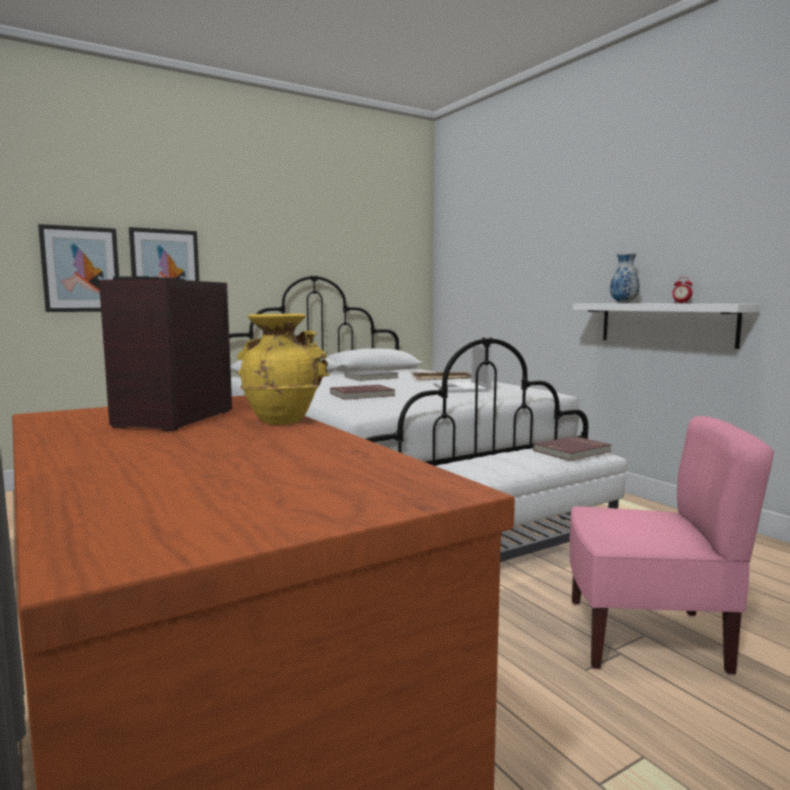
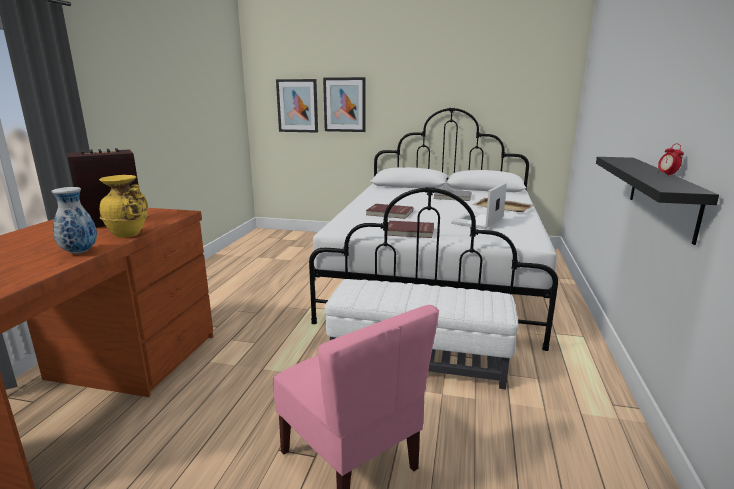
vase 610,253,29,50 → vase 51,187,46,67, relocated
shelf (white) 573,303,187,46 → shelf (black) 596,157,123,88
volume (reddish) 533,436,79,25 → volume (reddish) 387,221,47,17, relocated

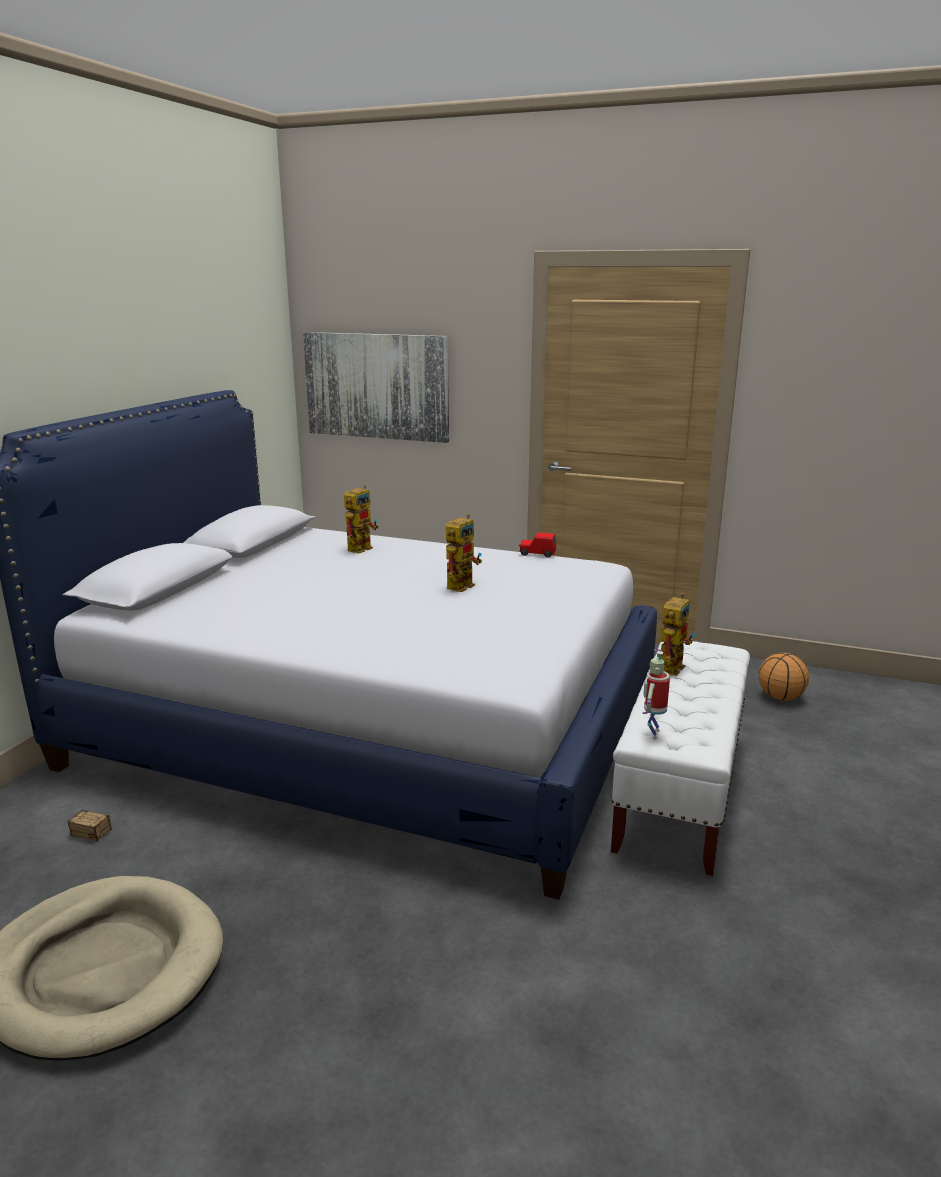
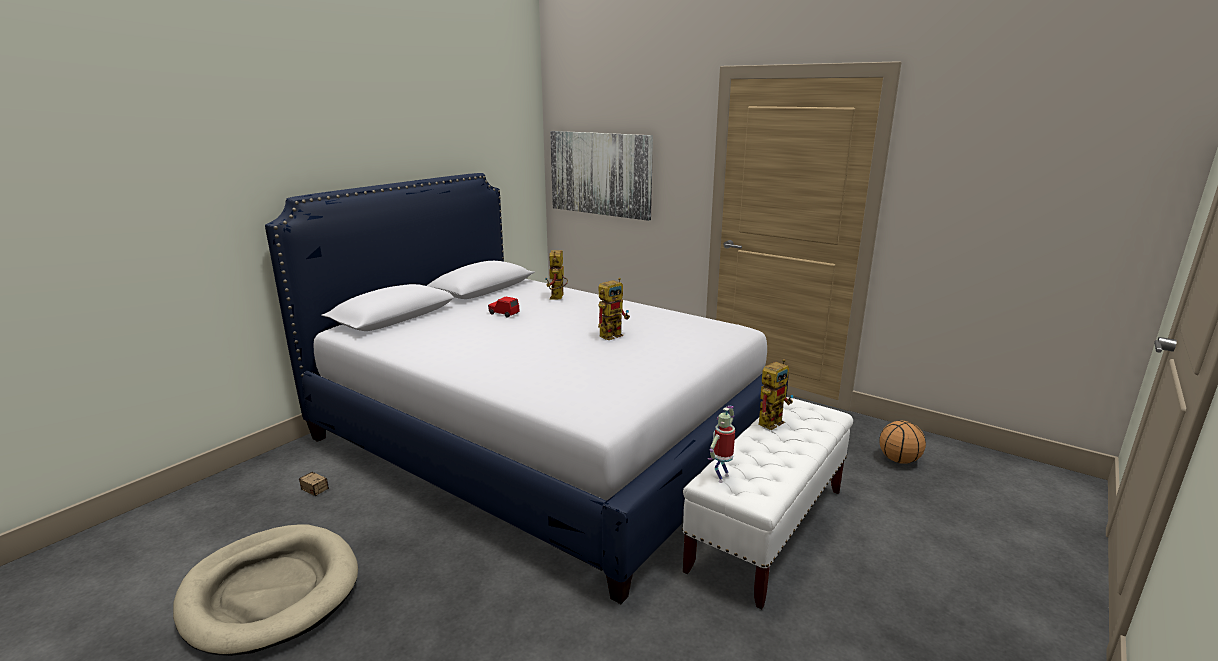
robot figure 344,485,35,68 → robot figure 545,250,23,50, 135 degrees clockwise
toy car (reddish) 519,533,37,25 → toy car (reddish) 488,296,32,22, relocated

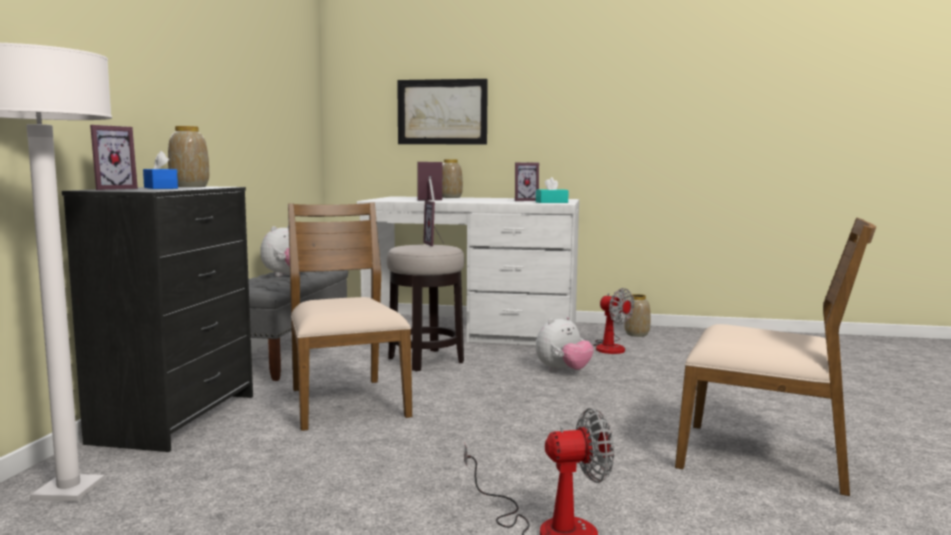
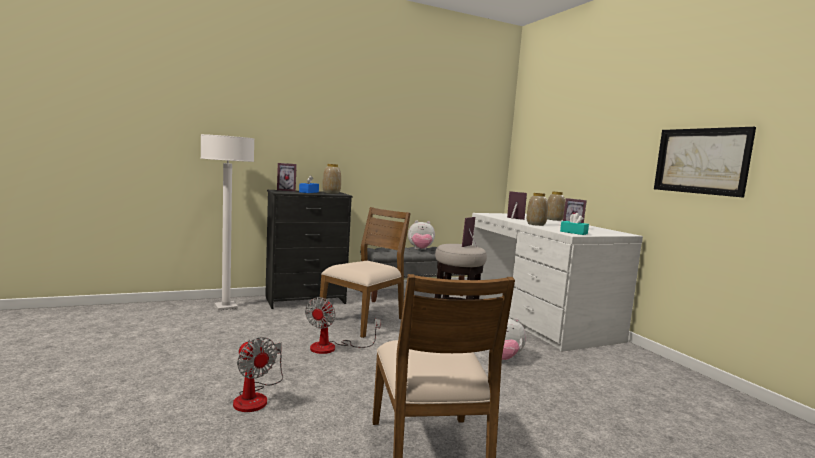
wall picture 397,79,91,65 → wall picture 654,127,102,71, relocated
fan 594,288,41,66 → fan 305,297,76,57, relocated
vase 624,294,27,43 → vase 527,193,21,33, relocated

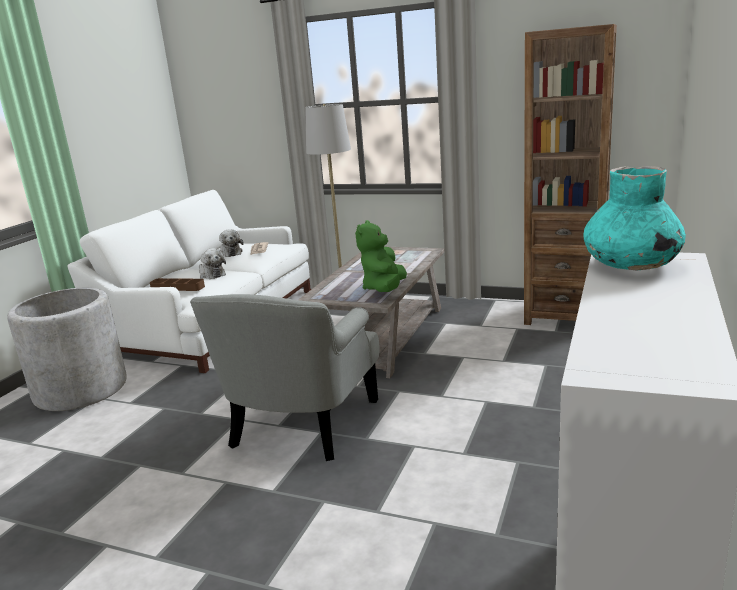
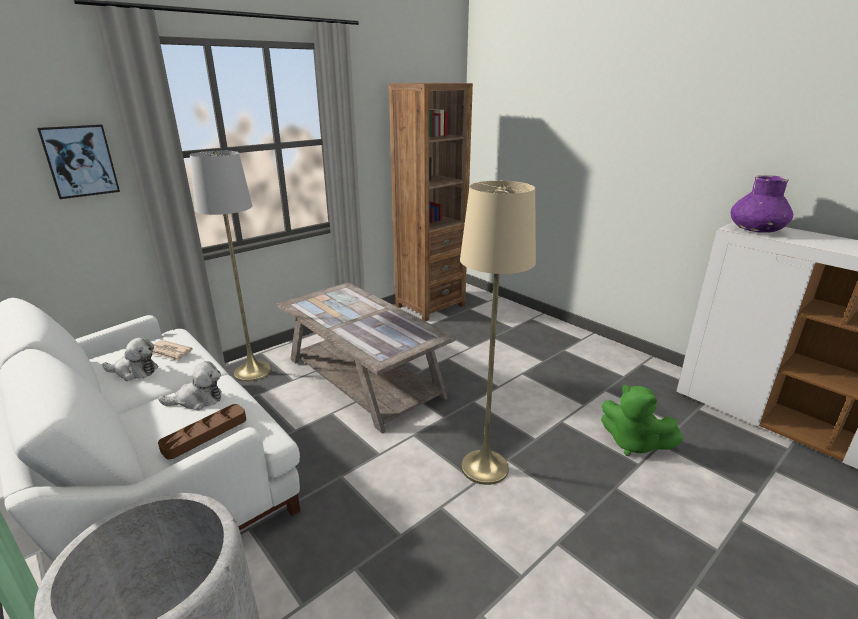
vase (blue-green) 583,166,103,104 → vase (purplish) 731,175,62,58
soft toy (green) 355,220,52,72 → soft toy (green) 601,384,83,72, relocated
lounge chair (grey) 190,294,190,167 → standard lamp (beige-coloured) 460,181,76,304
- → wall picture 37,124,83,75

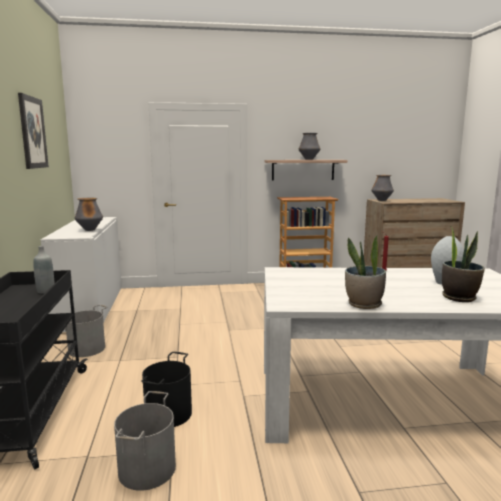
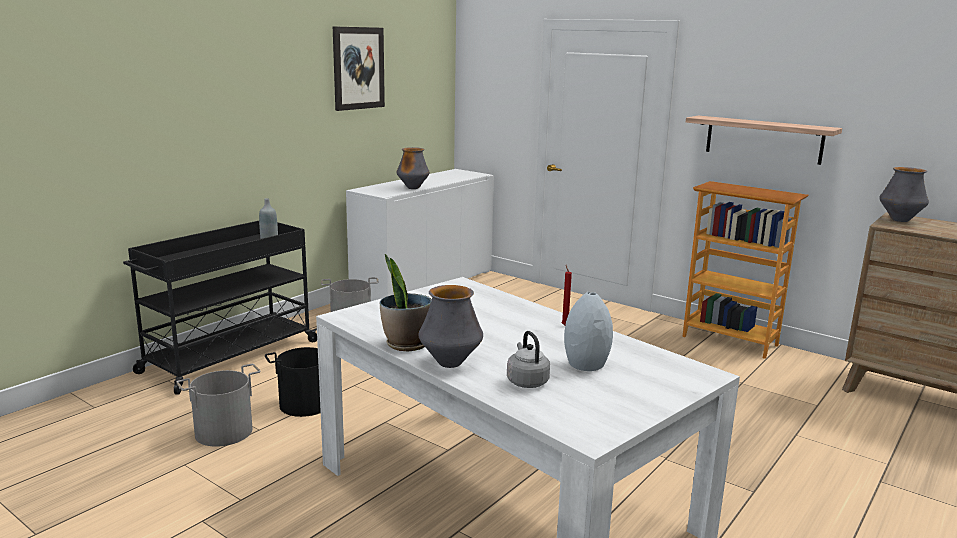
vase 299,133,21,27 → vase 419,285,64,83, relocated
houseplant 442,227,43,75 → water kettle (grey) 507,331,43,57

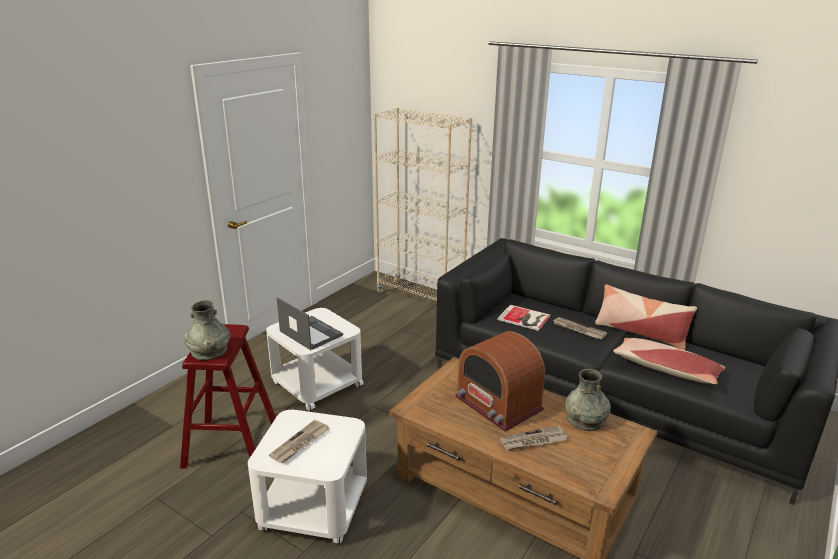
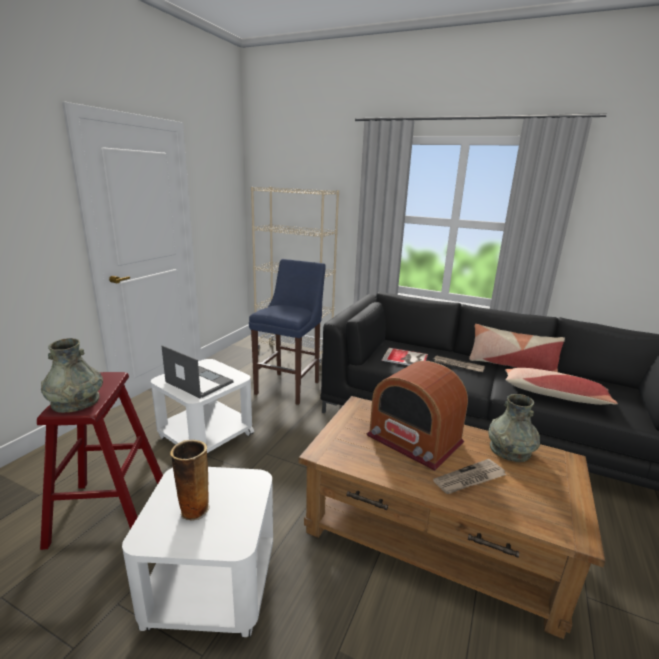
daily paper 269,420,60,43 → vase 170,440,40,81
- → stool seat (bluish) 249,259,77,146

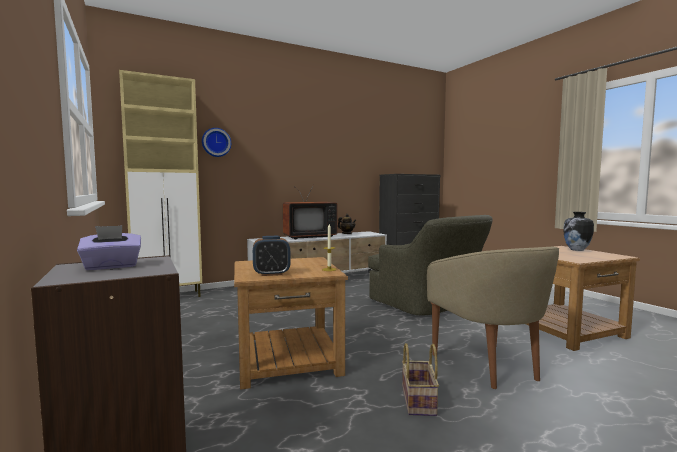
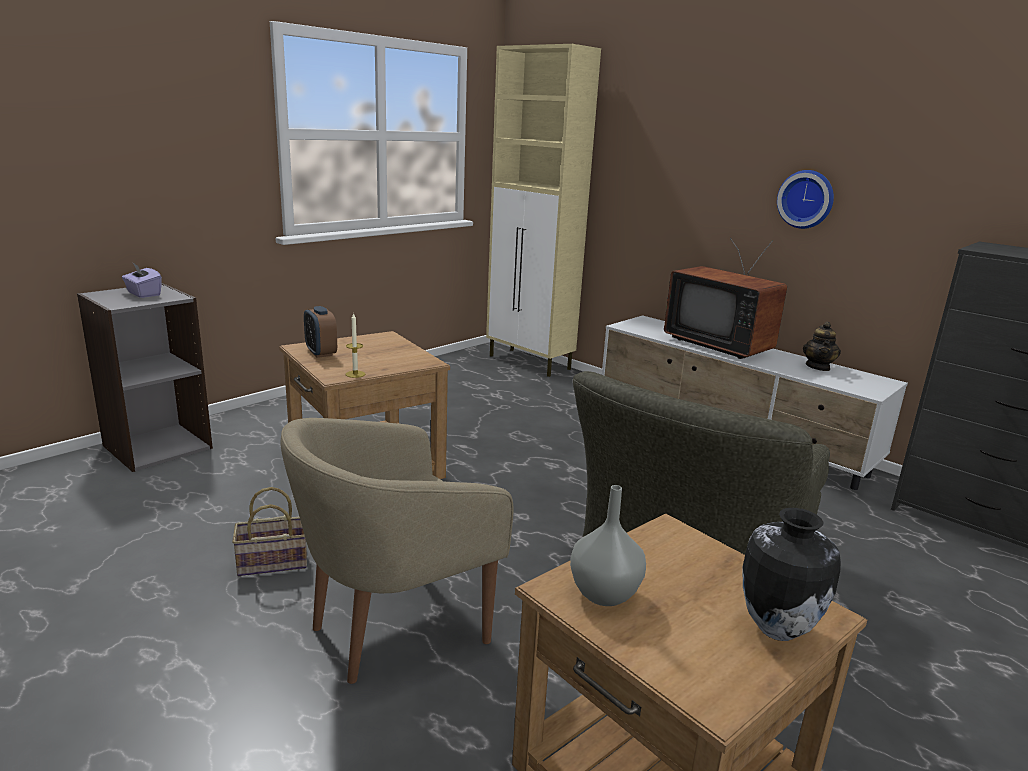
clock on the wall 202,128,29,29 → clock on the wall 777,170,57,59, relocated
- → vase (grey) 570,485,76,121

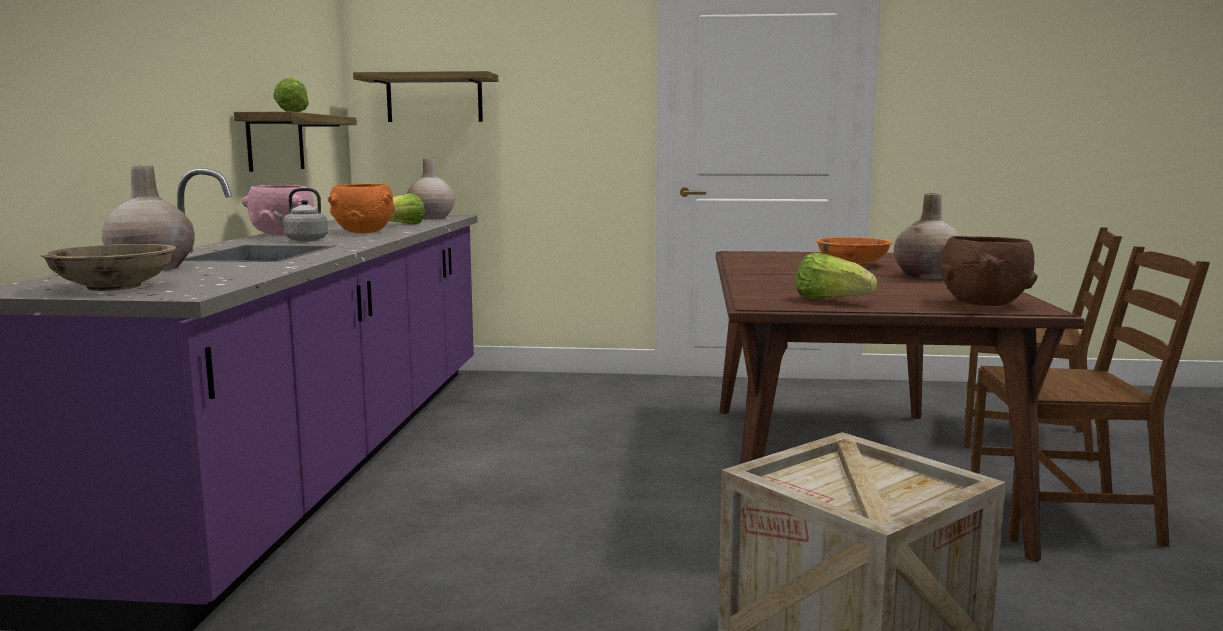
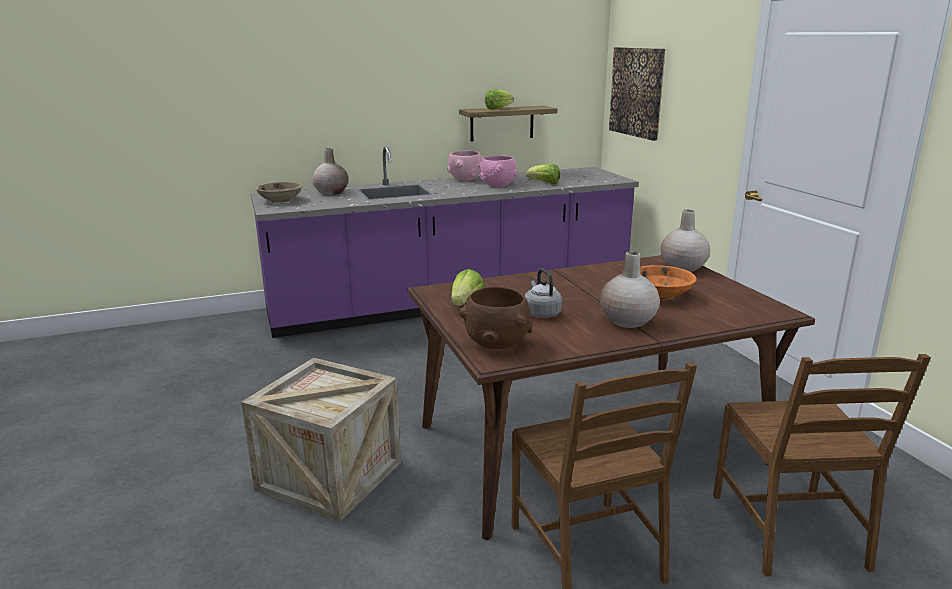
shelf 353,71,145,51 → wall picture 609,47,56,94
vase (beige-coloured) 407,158,48,61 → vase (beige-coloured) 660,209,51,63, relocated
bowl (orangey) 328,184,67,49 → bowl (pink-coloured) 478,155,40,32
water kettle (grey) 274,188,54,53 → water kettle (grey) 525,269,37,49, relocated

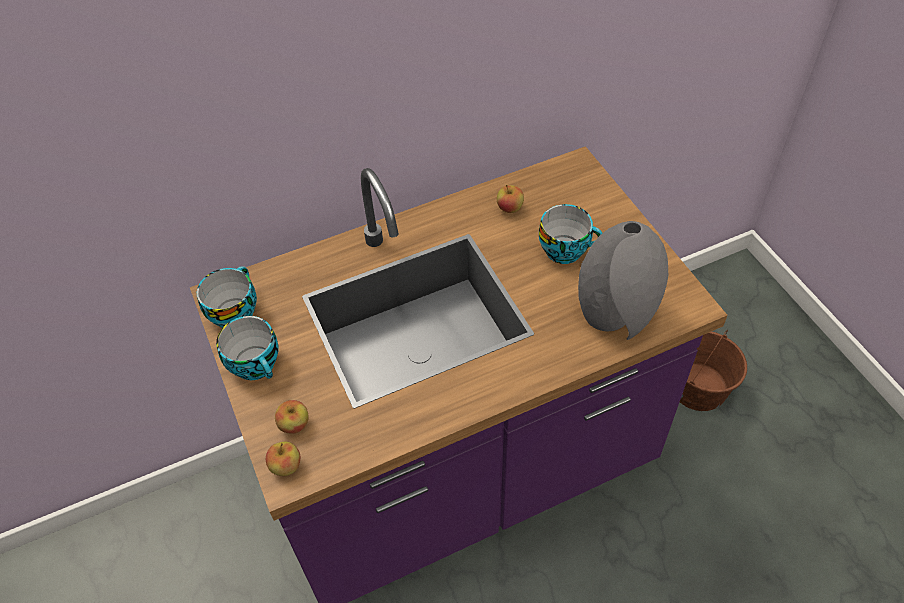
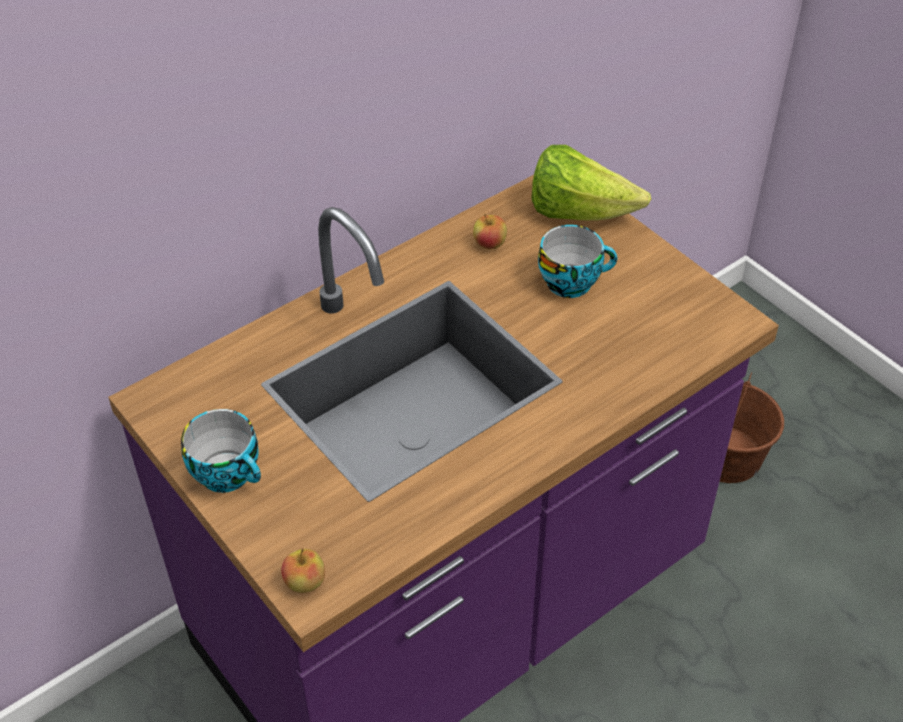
vase (grey) 578,221,90,119 → -
small cup 197,266,60,62 → -
apple 275,400,34,34 → -
- → lettuce head 531,145,120,76

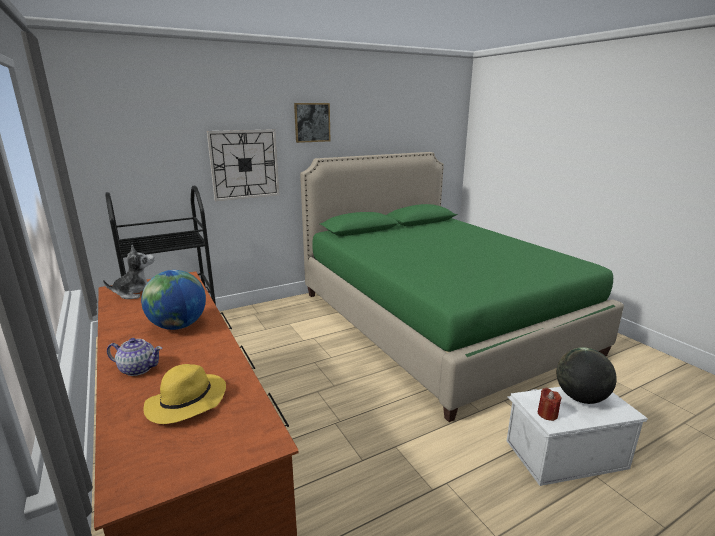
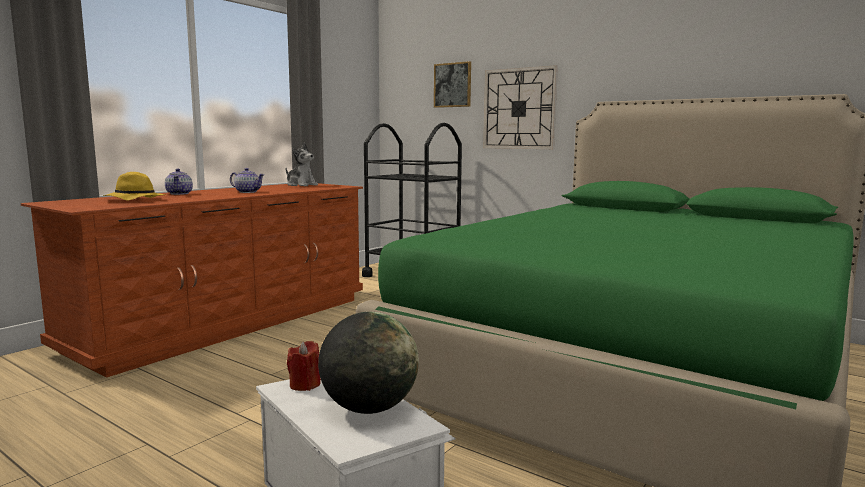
wall picture 294,103,37,40 → wall picture 434,61,37,47, relocated
desk globe 141,270,65,60 → pot for tea 230,168,35,25

